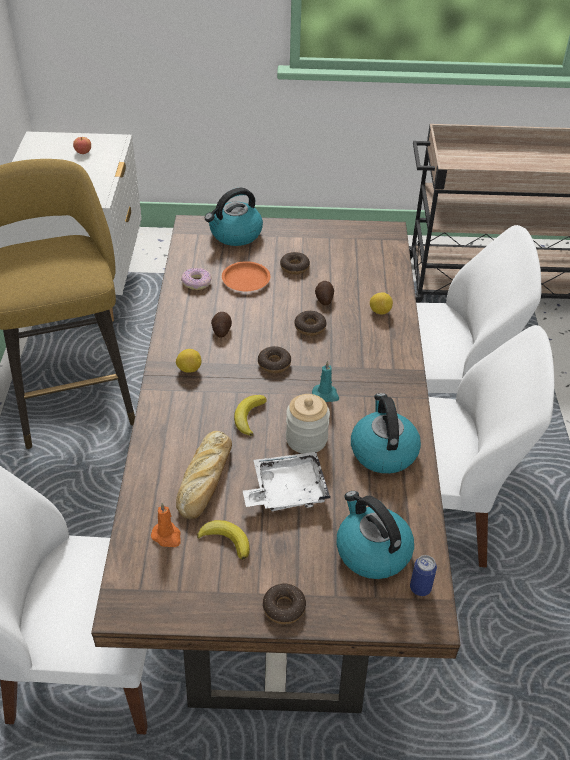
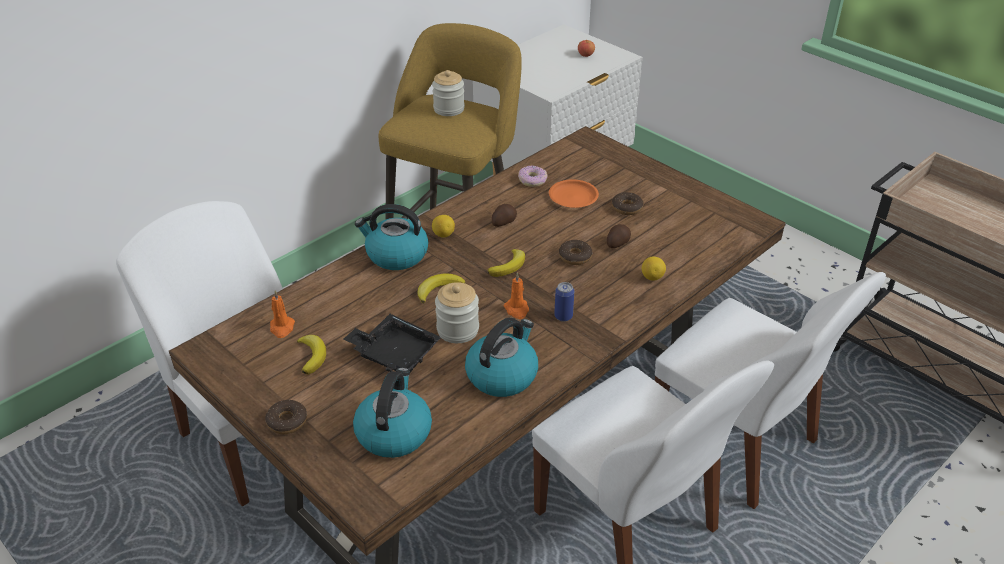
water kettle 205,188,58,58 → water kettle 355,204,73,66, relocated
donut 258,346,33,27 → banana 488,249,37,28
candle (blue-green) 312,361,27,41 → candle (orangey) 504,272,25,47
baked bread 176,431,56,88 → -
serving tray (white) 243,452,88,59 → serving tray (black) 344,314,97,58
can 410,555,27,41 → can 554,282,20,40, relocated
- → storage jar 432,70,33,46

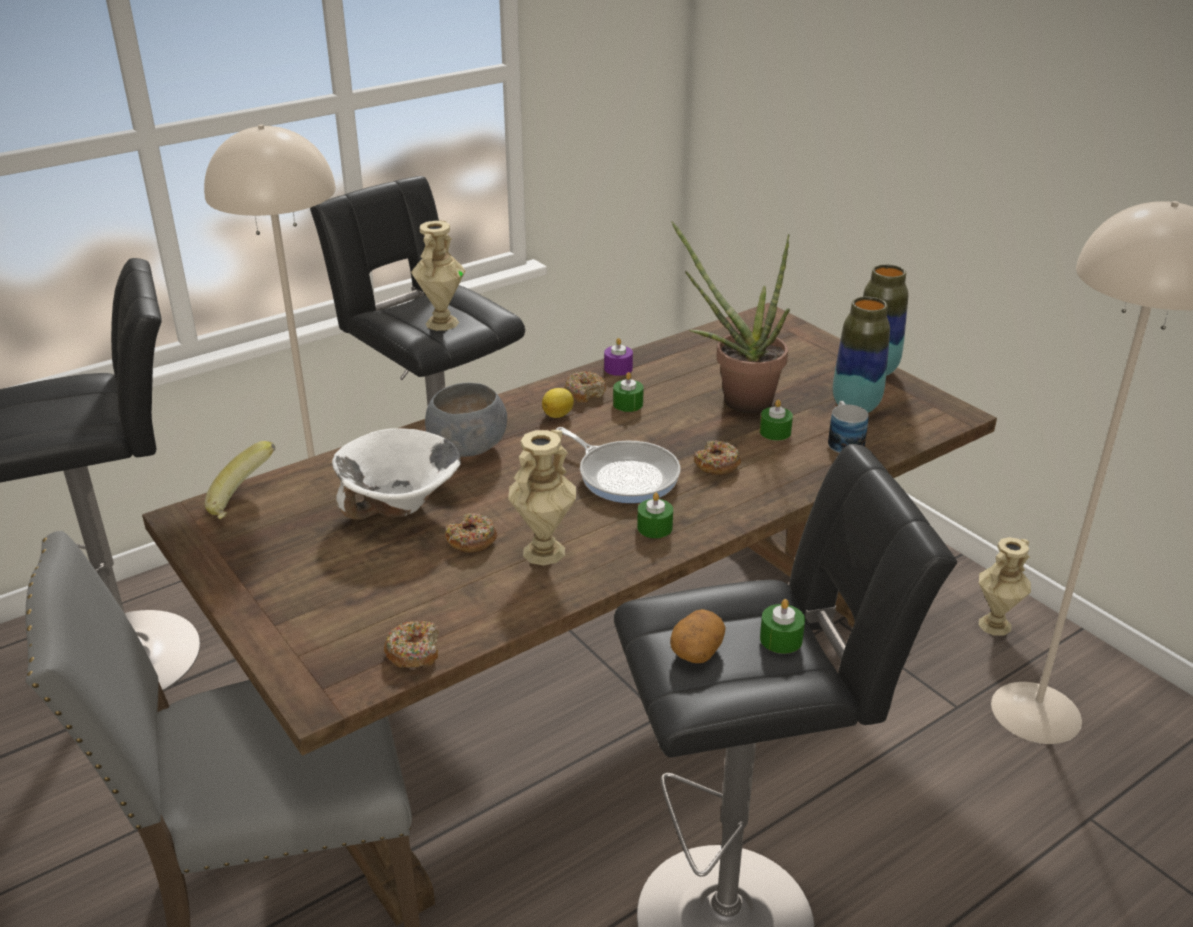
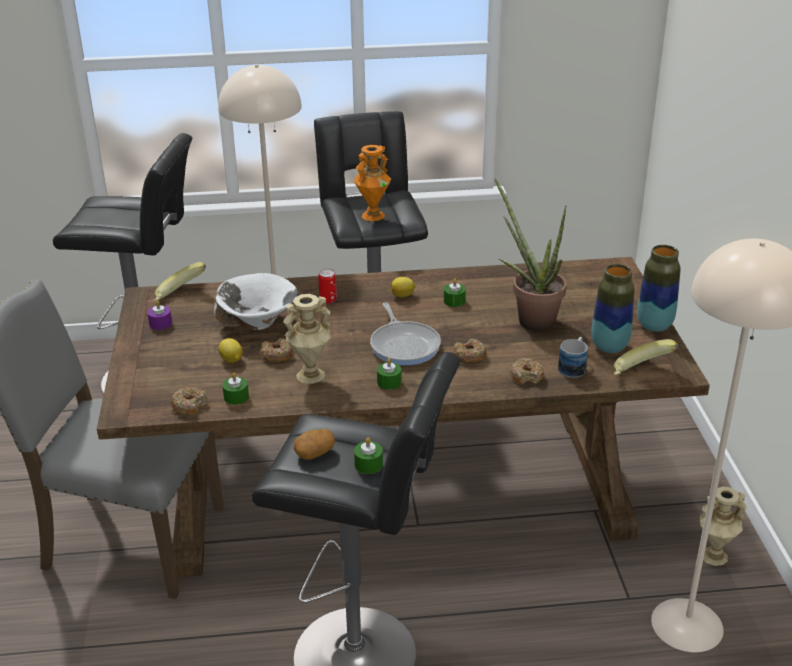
vase (beige-coloured) 411,220,54,111 → vase (orangey) 354,145,37,76
candle (purplish) 604,338,29,38 → candle (purplish) 147,301,25,29, relocated
donut 564,371,42,32 → donut 510,358,34,27, relocated
bowl (grey) 425,383,82,74 → can 318,269,19,35
candle (green) 760,400,33,41 → candle (green) 222,373,27,32, relocated
- → whole lemon 218,338,24,25
- → banana 614,339,64,36

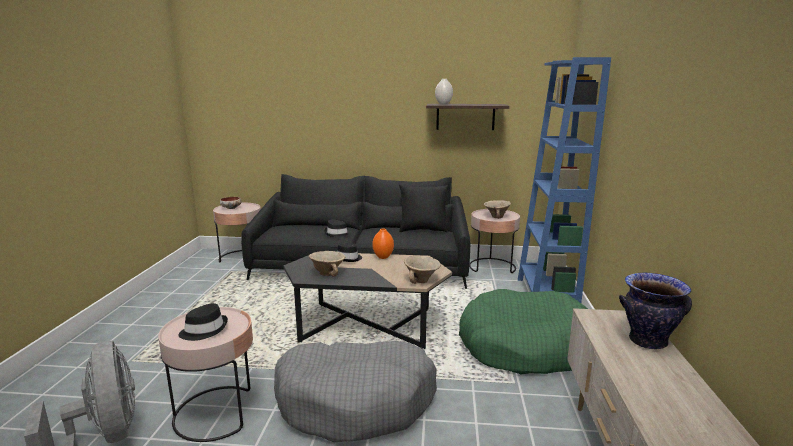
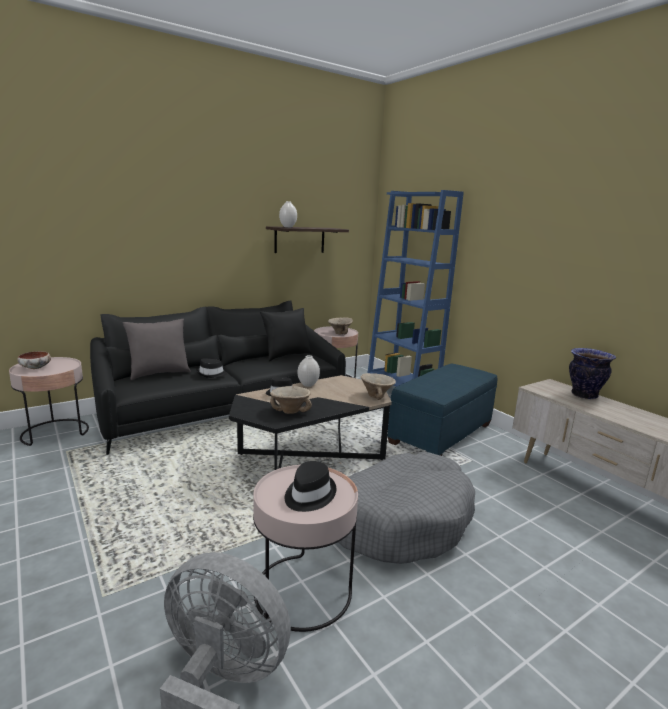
vase (orangey) 372,229,22,30 → vase (white) 298,355,22,32
dog cushion (green) 459,289,129,85 → ottoman (bluish) 387,364,110,92
- → cushion (grey) 122,319,69,61

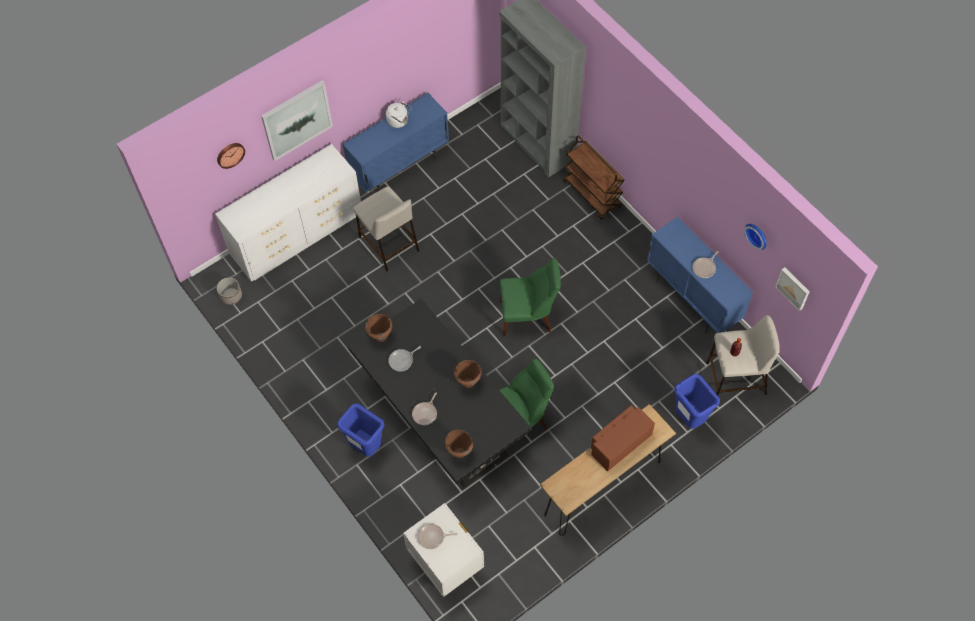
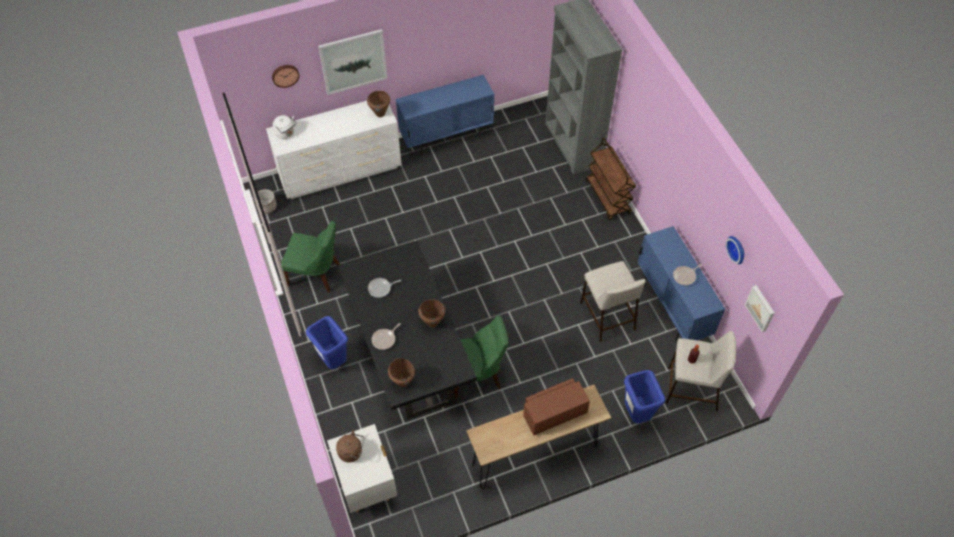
water kettle (white) 386,101,25,27 → water kettle (white) 273,115,23,24, relocated
stool seat (beige-coloured) 353,186,66,85 → stool seat (beige-coloured) 580,261,66,81, relocated
upright chair (green) 500,258,61,78 → upright chair (green) 281,221,59,72, relocated
cooking pot (brown-coloured) 365,314,27,28 → cooking pot (brown-coloured) 367,91,23,26, relocated
pan 418,524,39,25 → water kettle (brown-coloured) 336,430,28,32

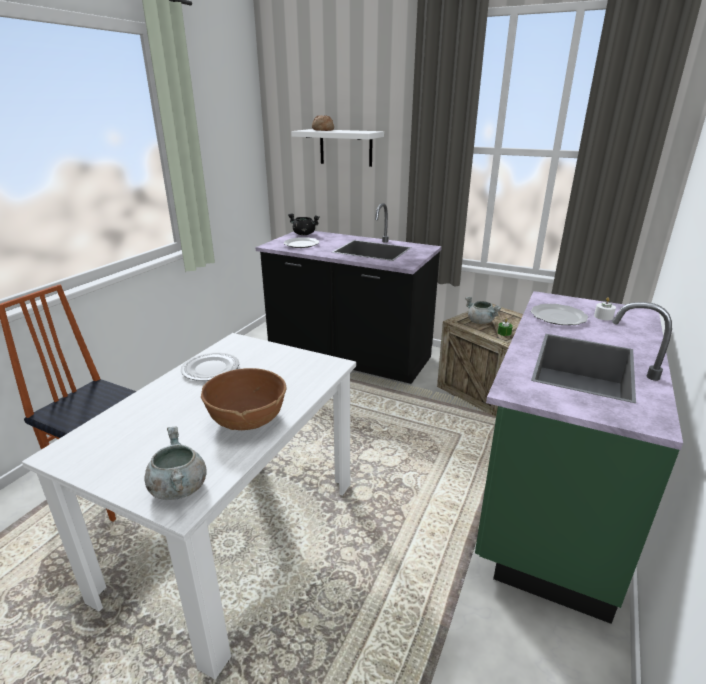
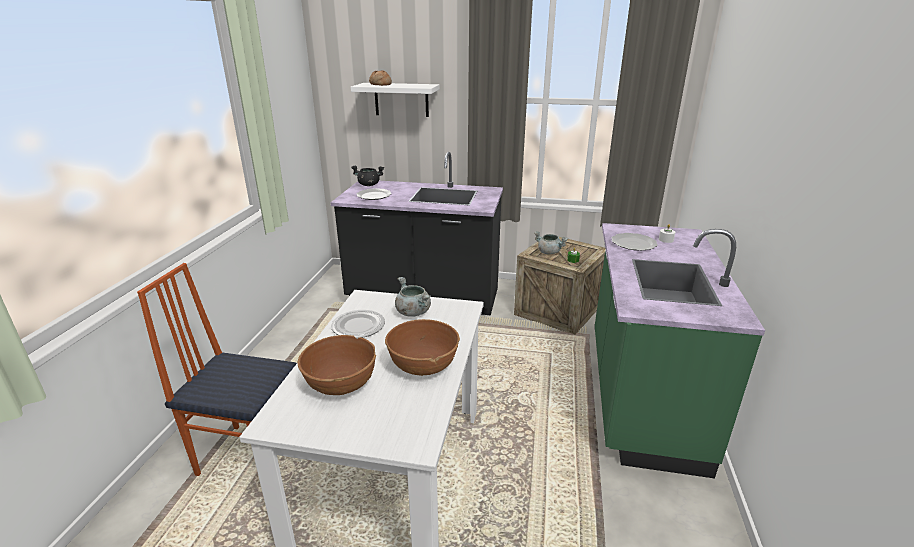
cooking pot (grey) 144,427,62,73 → cooking pot (grey) 395,277,36,40, relocated
- → bowl (brown-coloured) 298,335,78,60

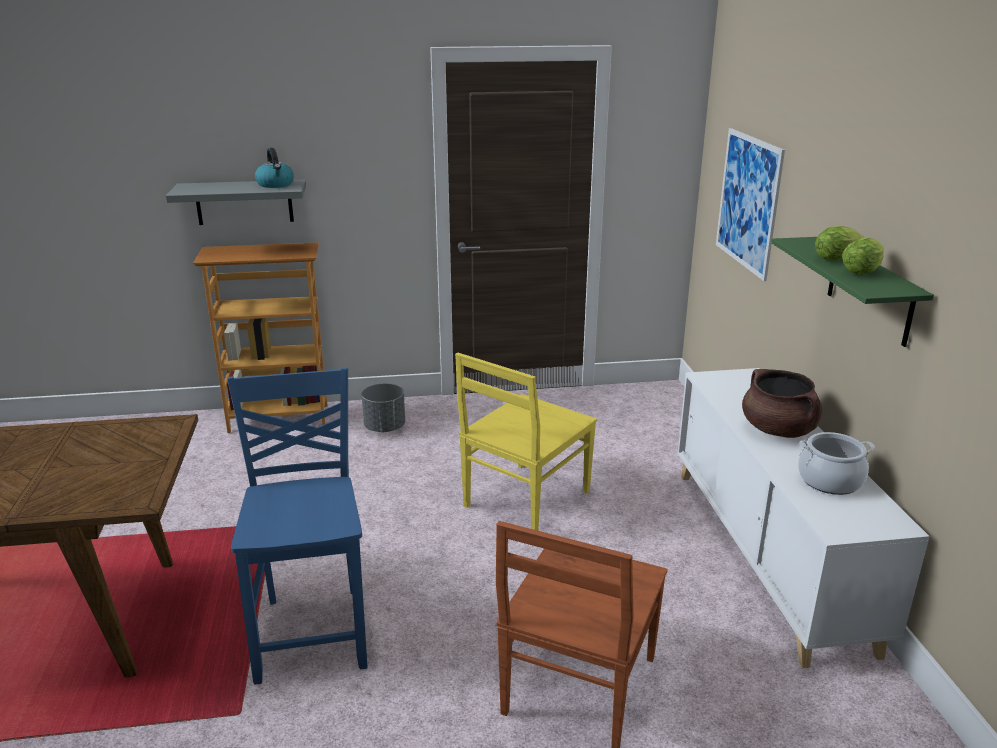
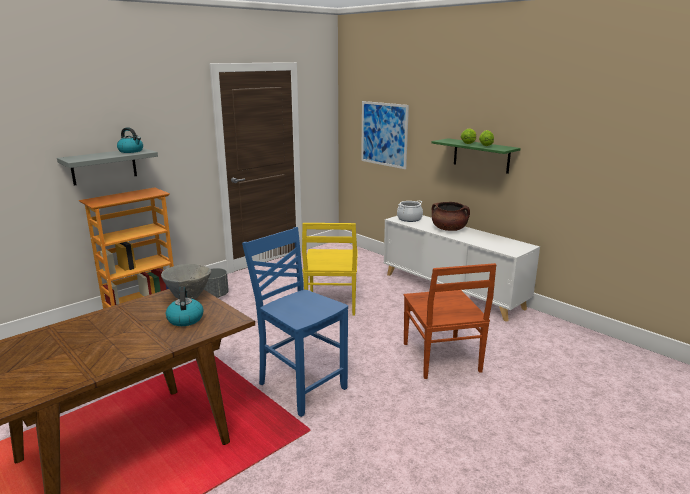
cooking pot 798,432,77,63 → cooking pot 397,201,26,21, relocated
- → bowl (grey) 161,264,50,35
- → water kettle 166,287,38,39

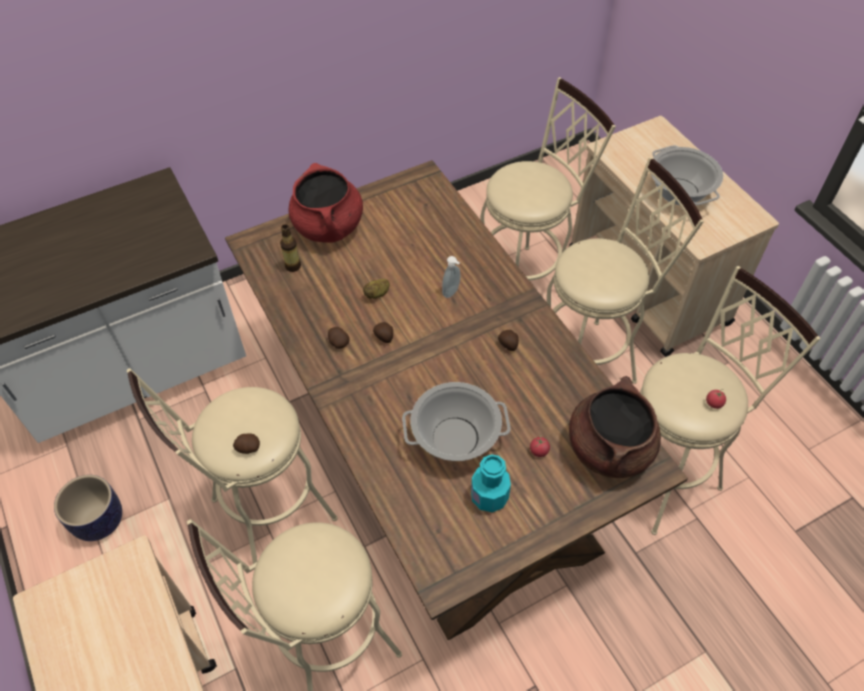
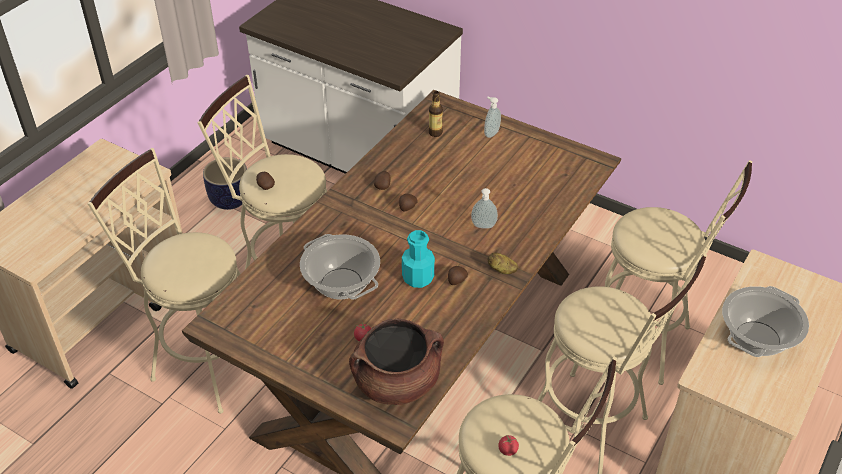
cooking pot (reddish) 289,163,74,80 → liquid soap bottle 484,96,17,42
potato 363,279,26,20 → potato 488,252,30,22, relocated
bottle (blue-green) 471,454,40,58 → bottle (blue-green) 402,230,33,58, relocated

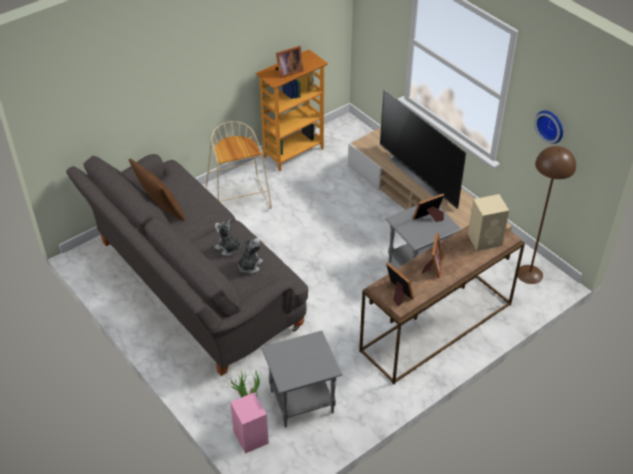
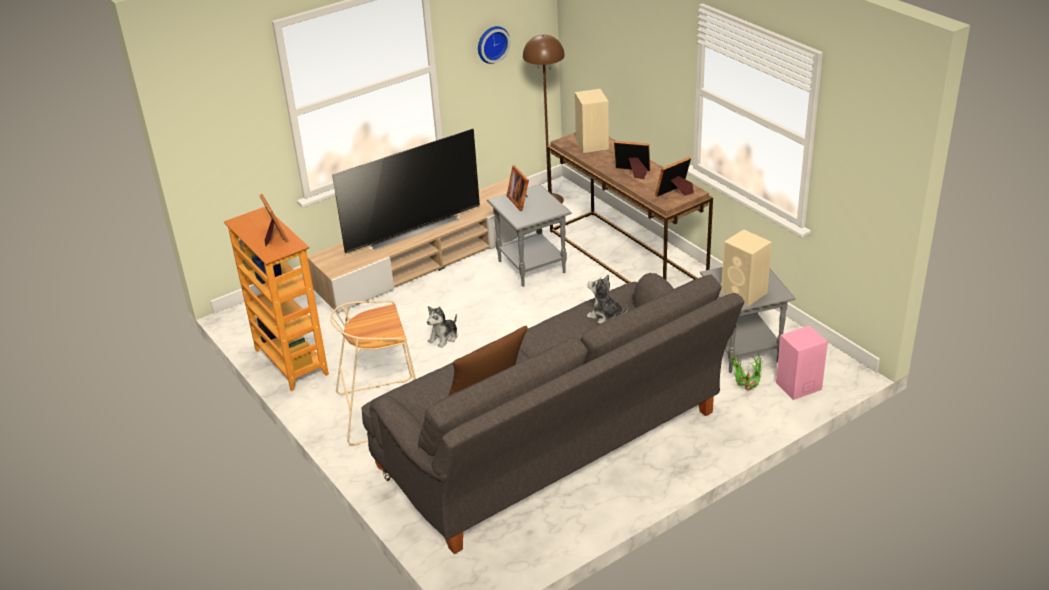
soft toy 214,219,29,37 → soft toy 427,306,31,42, relocated
- → audio speaker (beige-coloured) 721,229,51,77

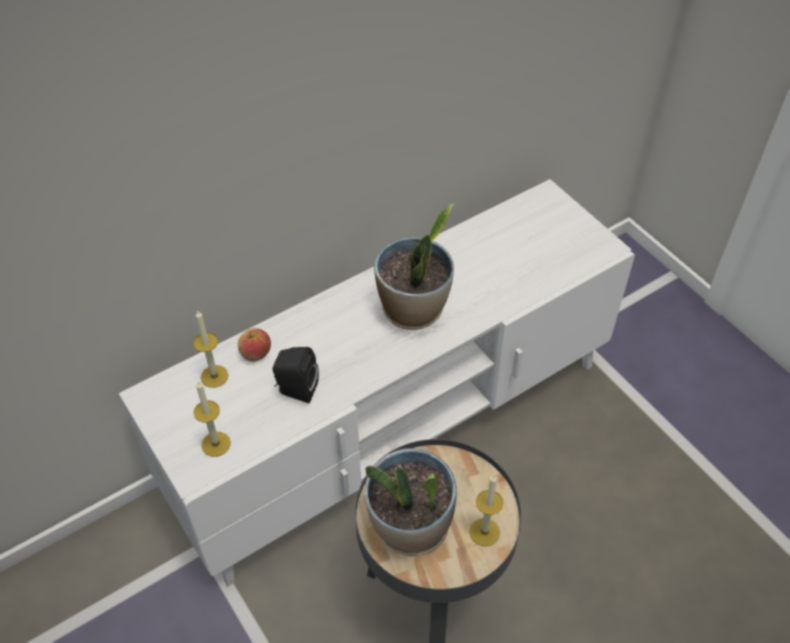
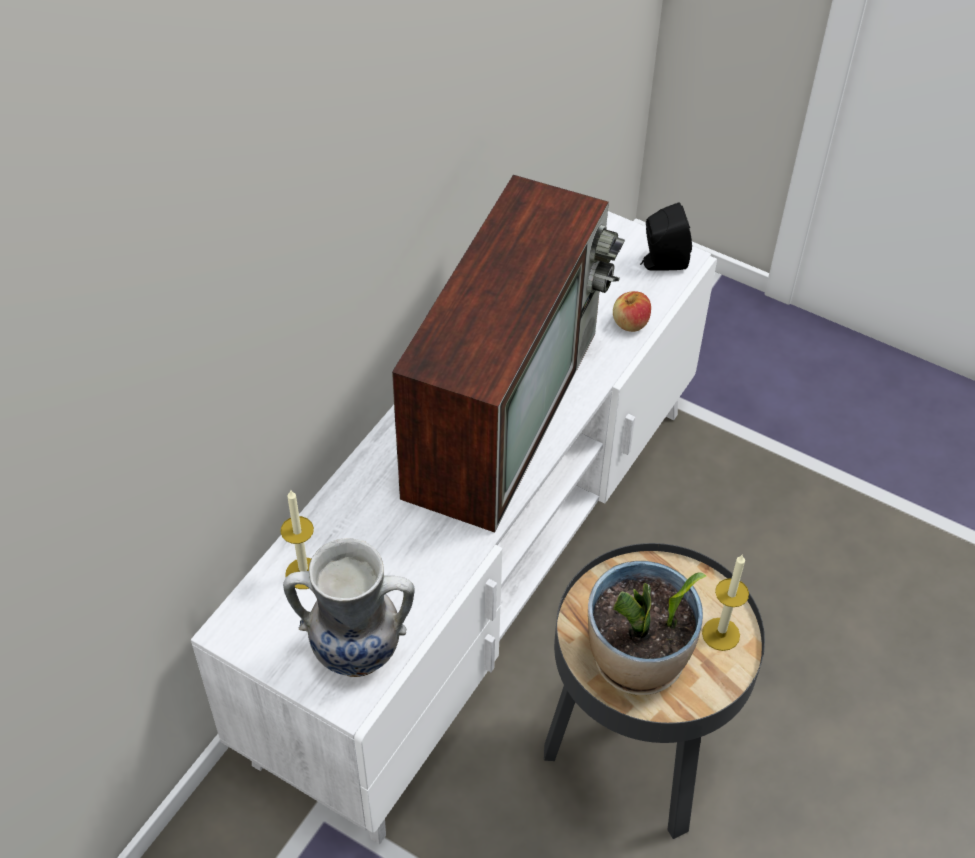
houseplant 374,203,80,127 → television 392,175,233,358
apple 238,328,33,34 → apple 613,291,38,41, relocated
audio speaker (black) 272,347,47,57 → audio speaker (black) 640,202,52,69, relocated
candle 194,381,37,76 → vase 283,538,132,139

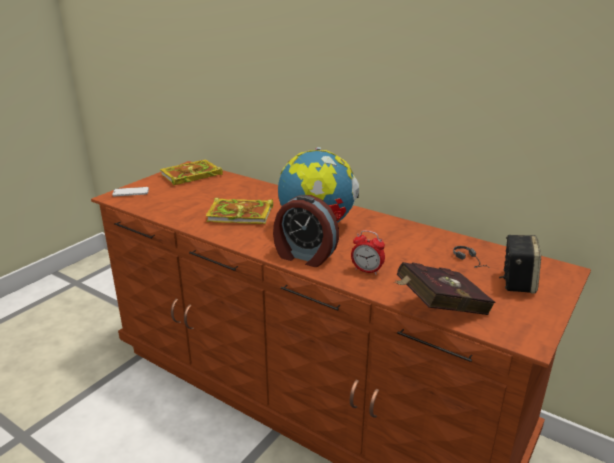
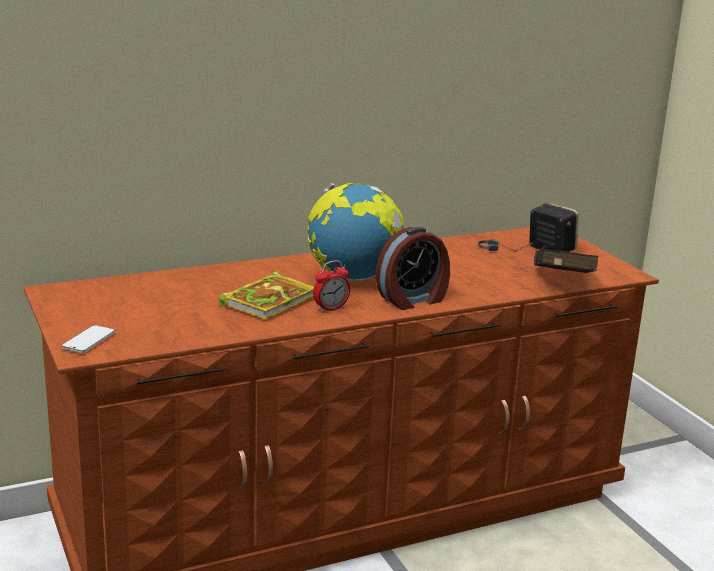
volume 160,160,63,25 → -
alarm clock 351,230,34,45 → alarm clock 313,260,37,53, relocated

